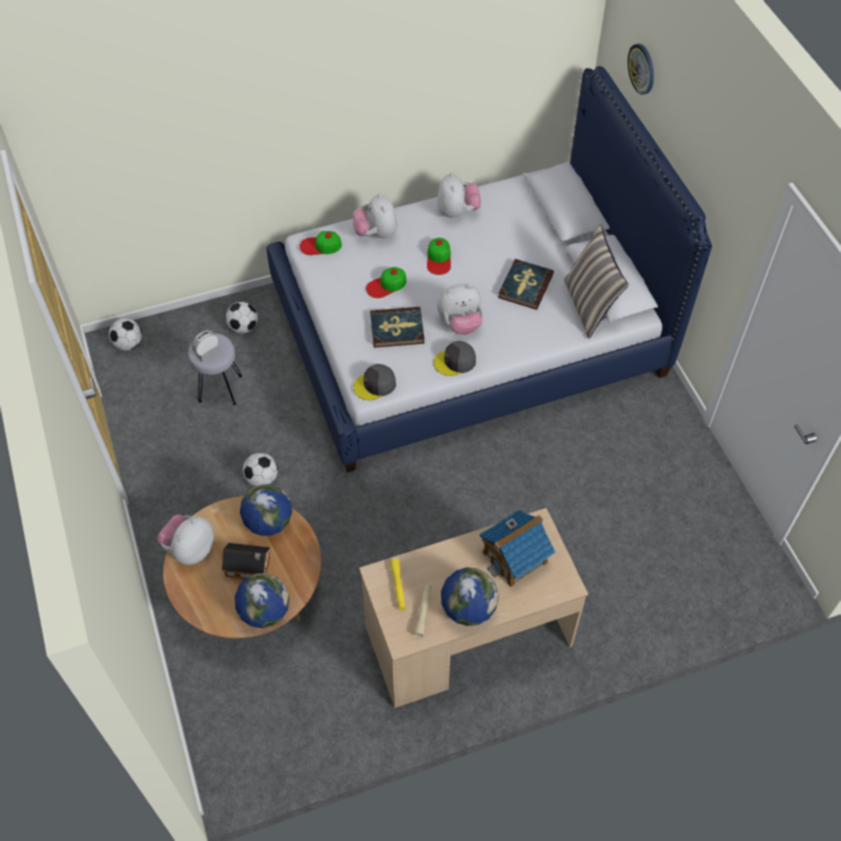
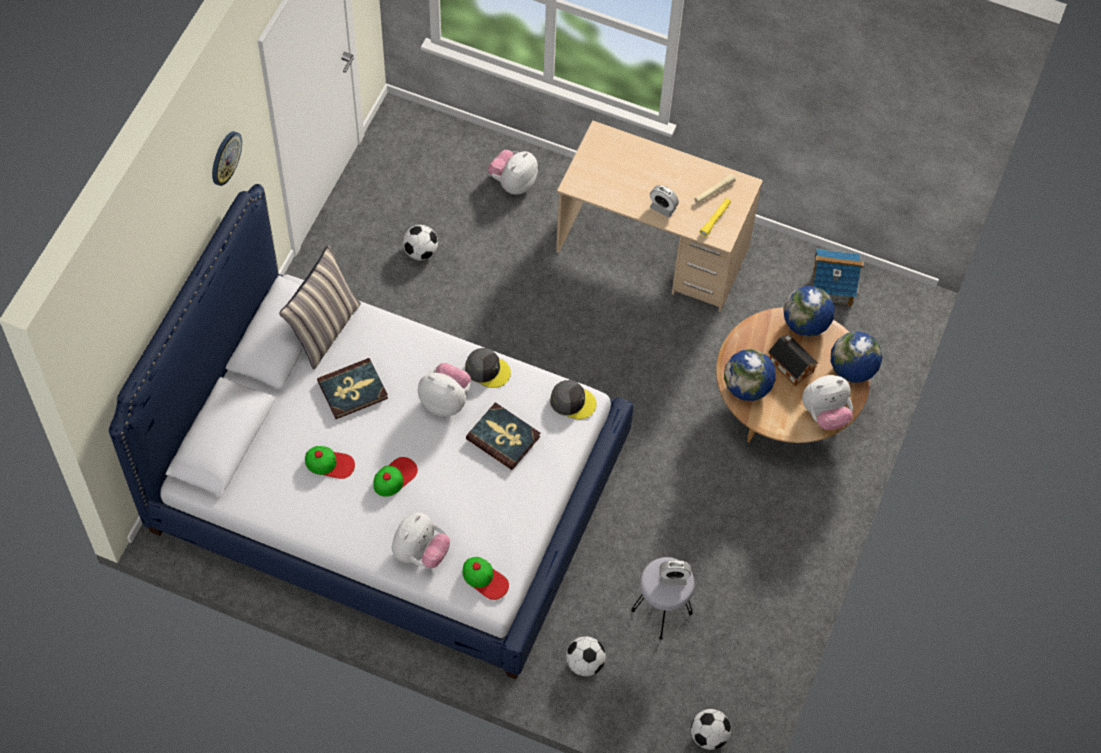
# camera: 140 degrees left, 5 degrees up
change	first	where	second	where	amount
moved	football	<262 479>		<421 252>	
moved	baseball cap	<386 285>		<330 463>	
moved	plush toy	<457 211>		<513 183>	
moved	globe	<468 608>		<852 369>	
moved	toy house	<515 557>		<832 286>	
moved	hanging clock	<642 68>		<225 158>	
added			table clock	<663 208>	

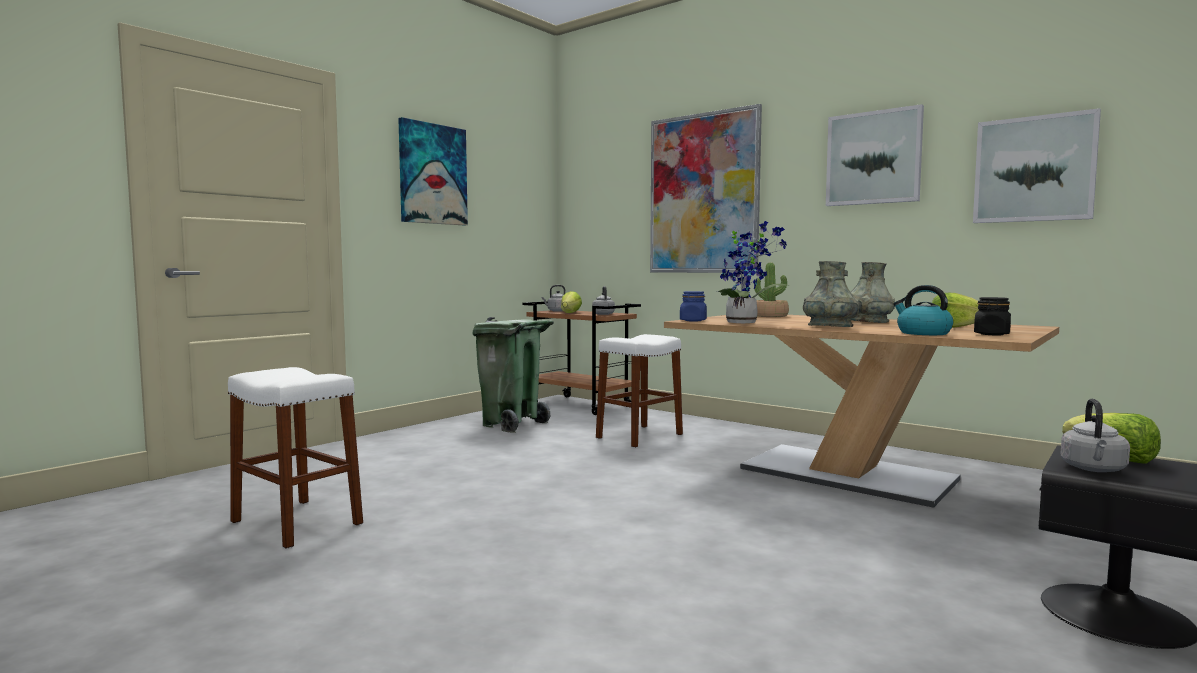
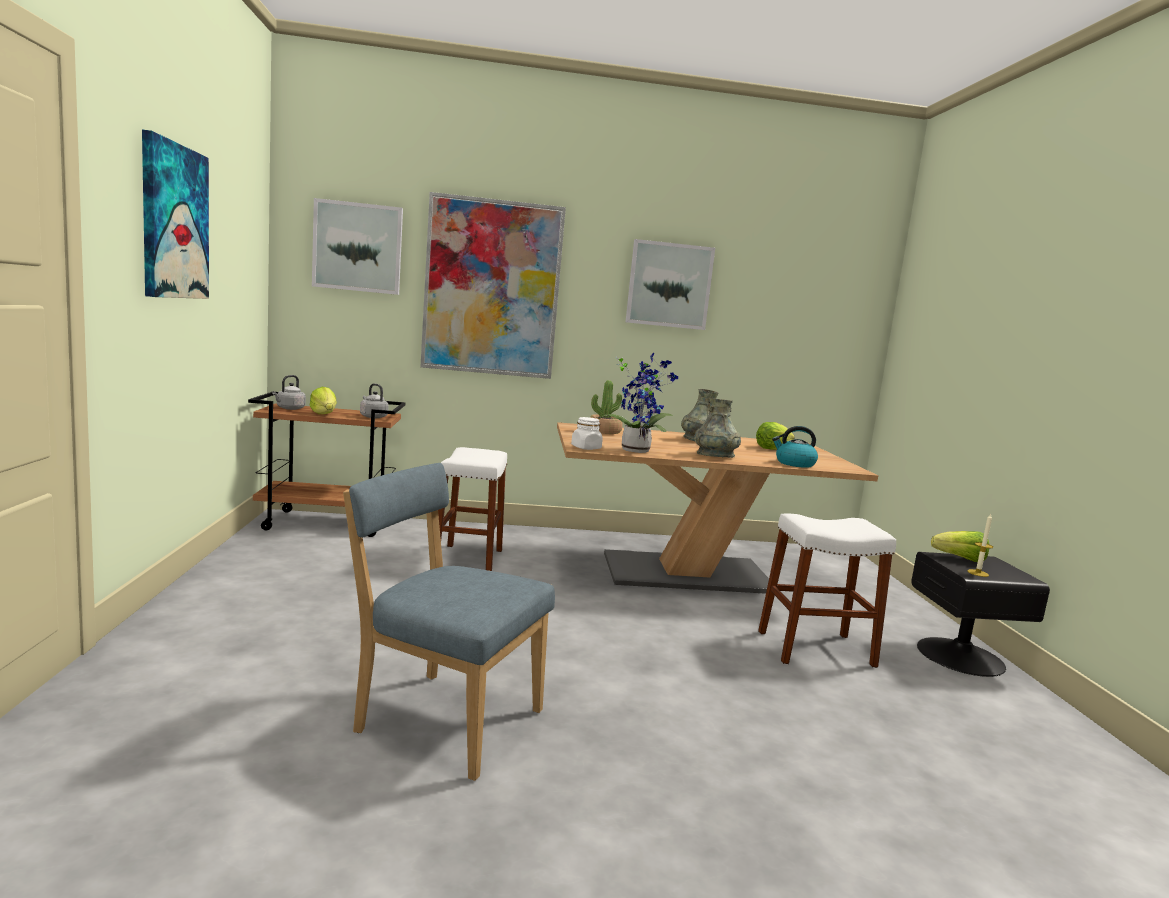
# camera: 45 degrees left, 5 degrees up
change	first	where	second	where	amount
moved	stool seat/white-coloured	<296 522>		<815 649>	
removed	trash can/green	<511 424>			
recoloured	preserve jar/blue	<693 320>	preserve jar/white-coloured	<586 448>	
moved	wall art	<1034 169>		<358 247>	
removed	preserve jar/black	<991 334>			
replaced	water kettle/grey	<1093 469>	wax candle	<978 573>	
added			upright chair/blue	<443 719>	

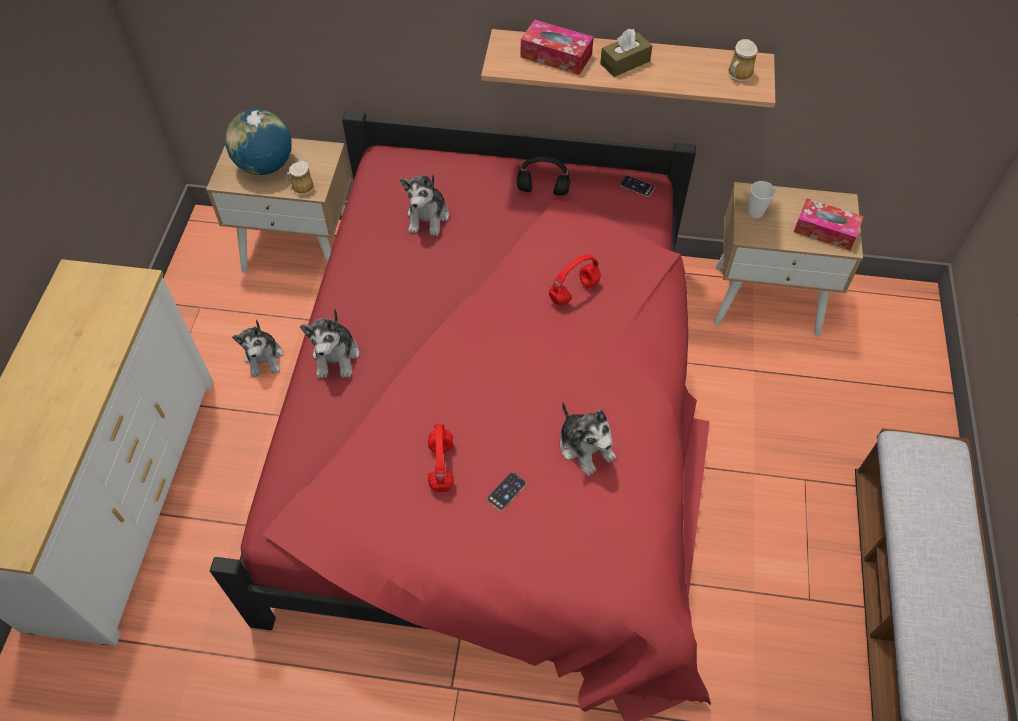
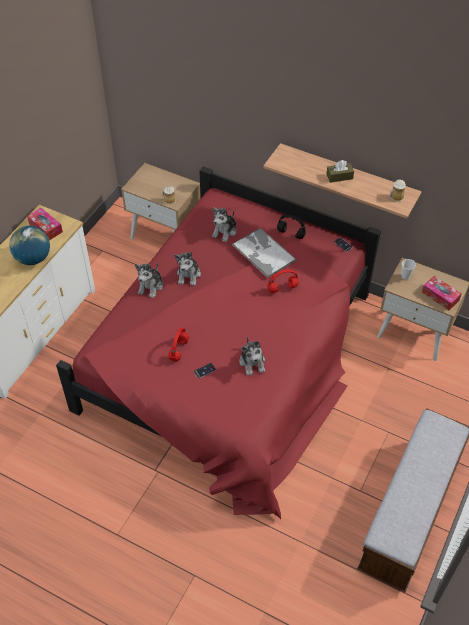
# camera: 20 degrees right, 5 degrees down
change	first	where	second	where	amount
moved	globe	<265 165>		<33 258>	
moved	plush toy	<264 358>		<188 275>	
moved	box of tissues	<556 56>		<45 227>	
added			carrying tray	<263 253>	

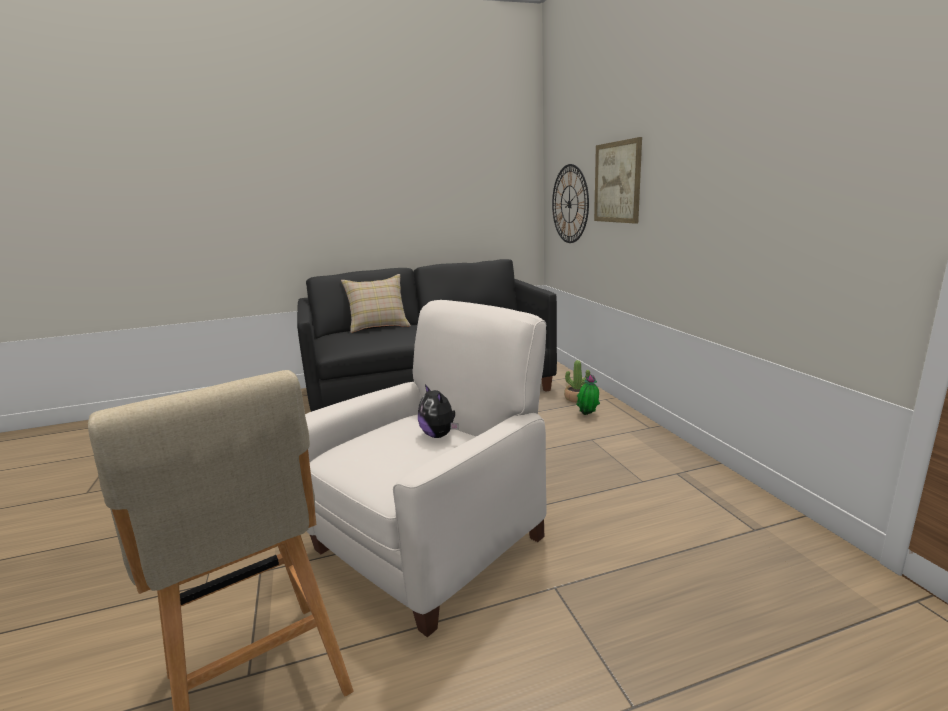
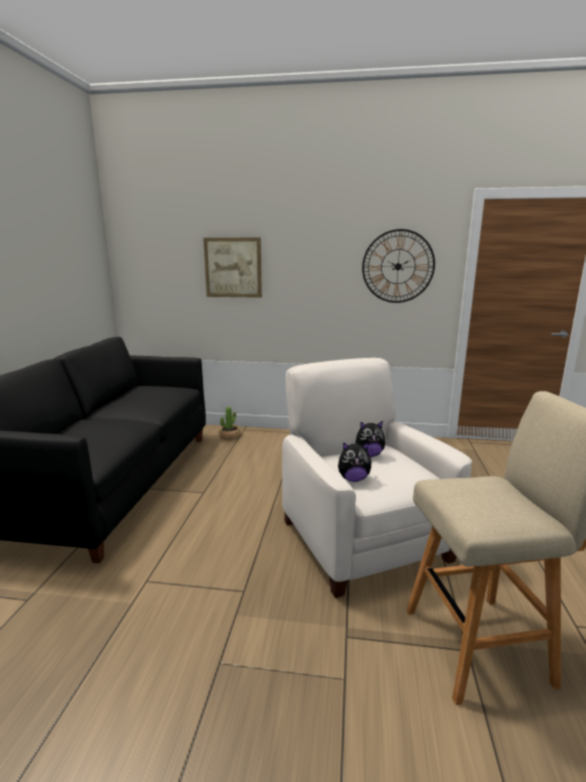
# camera: 65 degrees left, 0 degrees up
change	first	where	second	where	amount
removed	throw pillow/sand-coloured	<378 326>			
moved	hanging clock	<569 204>		<398 266>	
removed	houseplant	<587 415>			
added			plush toy	<353 479>	

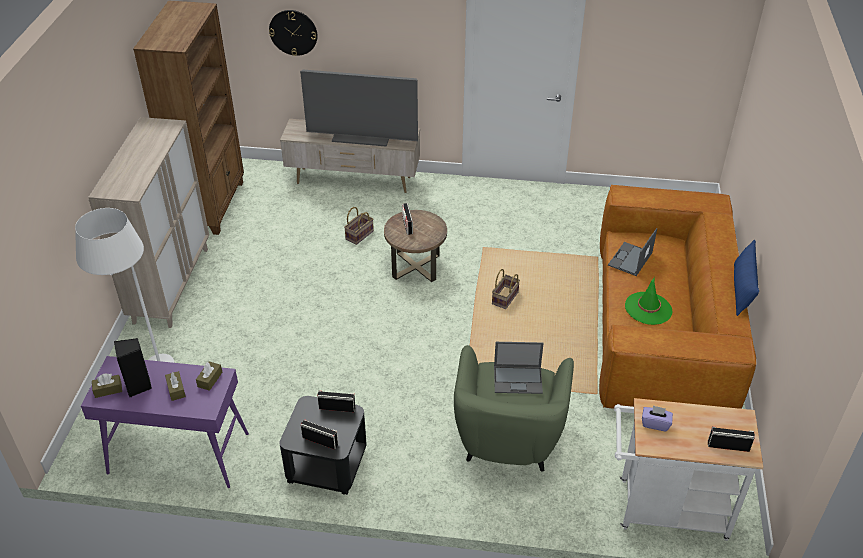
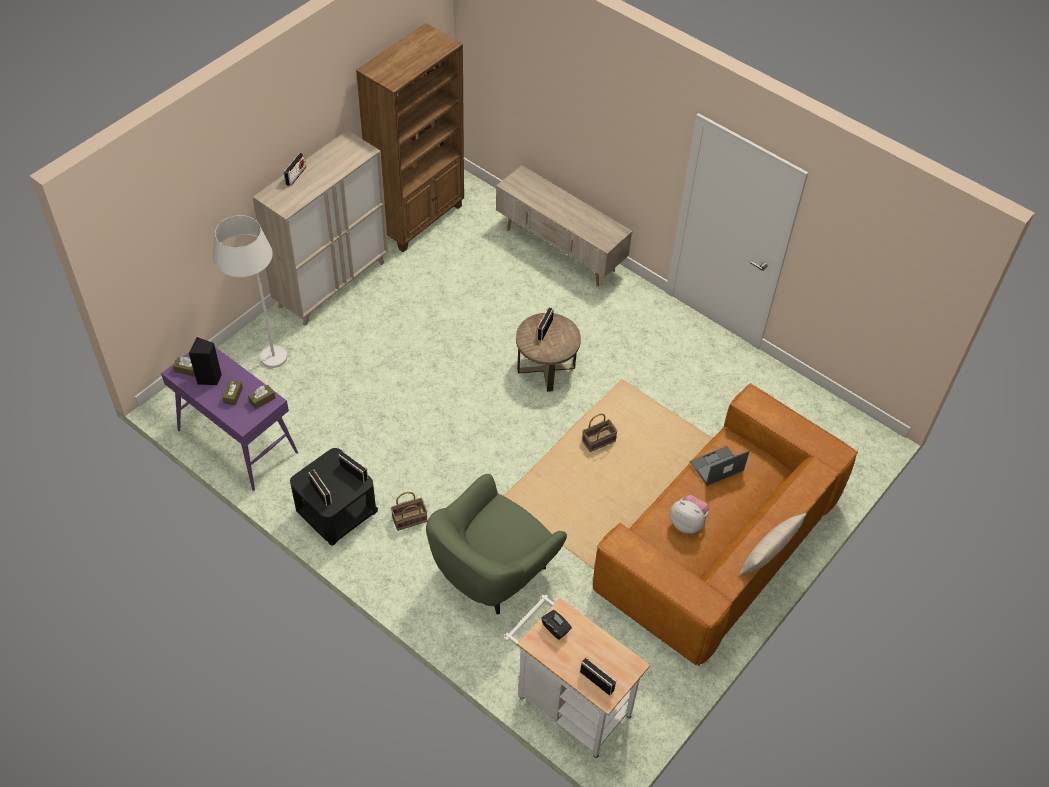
# camera: 30 degrees right, 10 degrees up
change	first	where	second	where	amount
removed	hanging clock	<293 32>			
removed	television	<362 136>			
moved	basket	<359 234>		<410 518>	
removed	notebook computer	<518 379>			
replaced	clothing hat/green	<648 308>	plush toy	<687 523>	
recoloured	box of tissues/purple	<655 423>	box of tissues/black	<556 628>	
recoloured	throw pillow/blue	<741 290>	throw pillow/sand-coloured	<769 553>	
added			radio set	<296 176>	

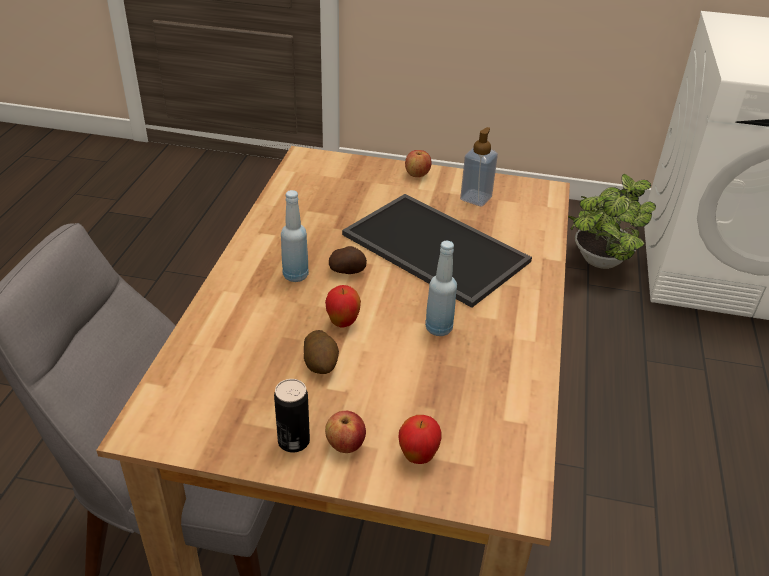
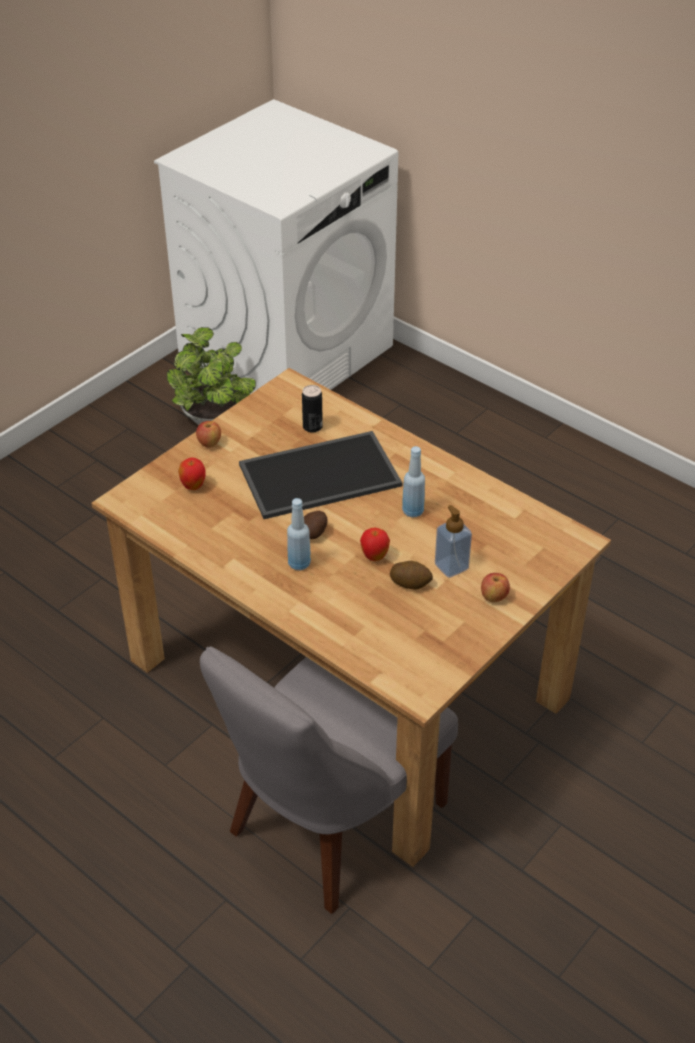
# camera: 60 degrees left, 5 degrees up
change	first	where	second	where	amount
moved	sealed can	<293 441>		<312 427>	
moved	apple fruit	<418 457>		<193 486>	
moved	liquid soap bottle	<476 198>		<451 566>	

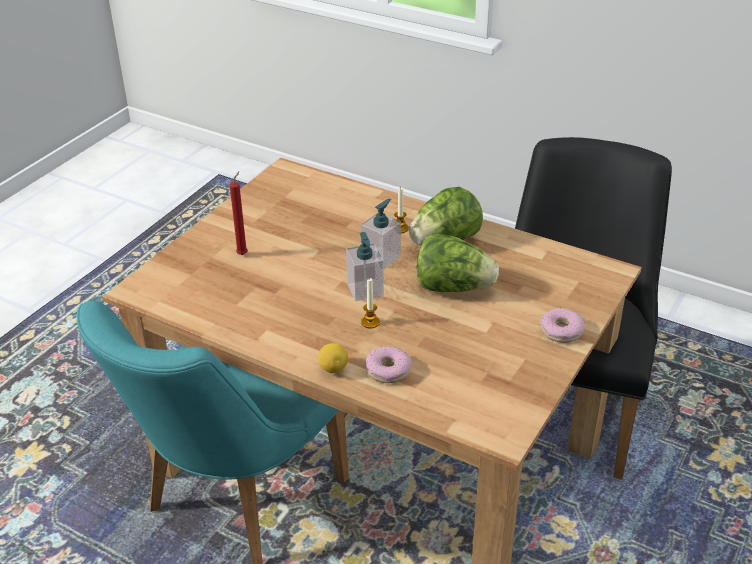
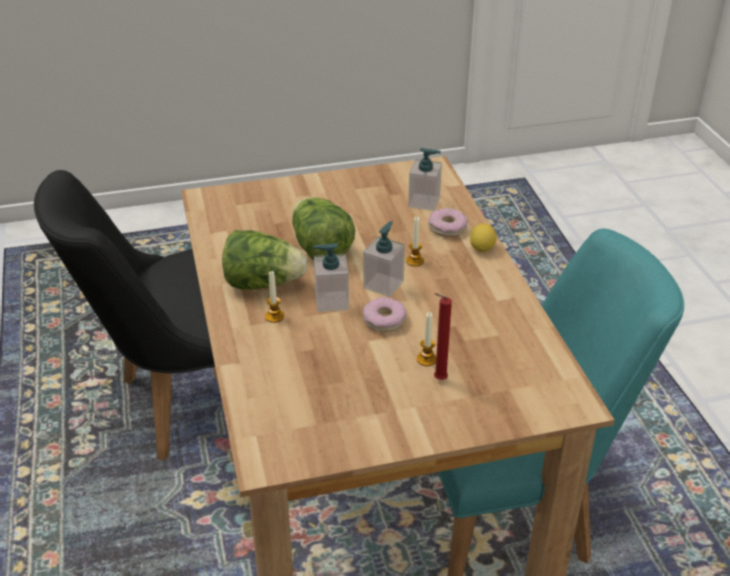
# camera: 135 degrees left, 0 degrees up
change	first	where	second	where	amount
moved	ring doughnut	<561 331>		<384 320>	
added			liquid soap bottle	<424 202>	
added			wax candle	<426 359>	

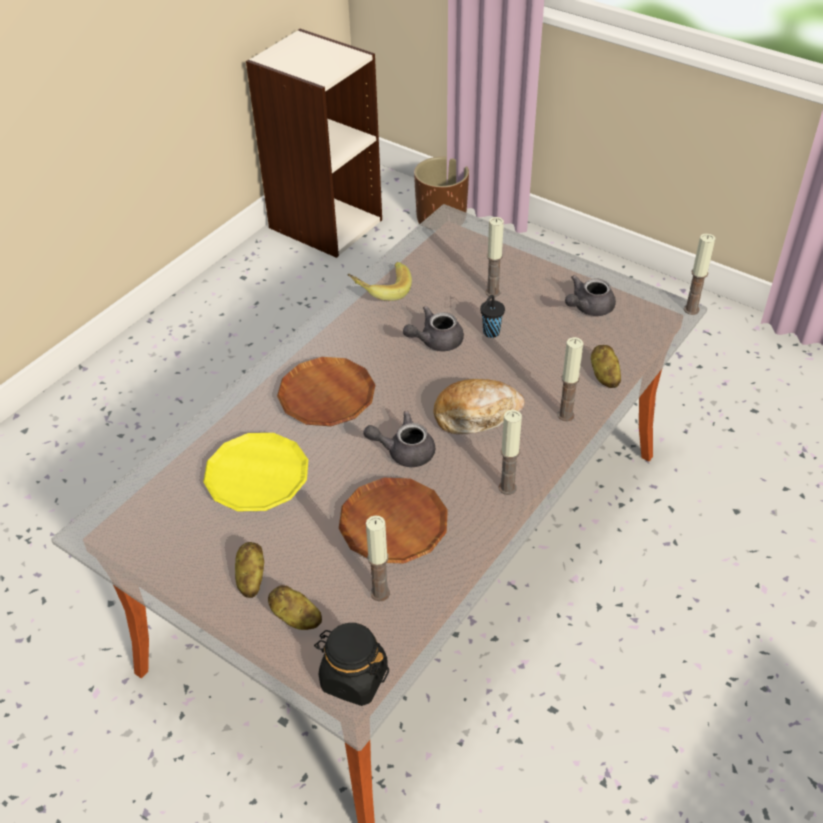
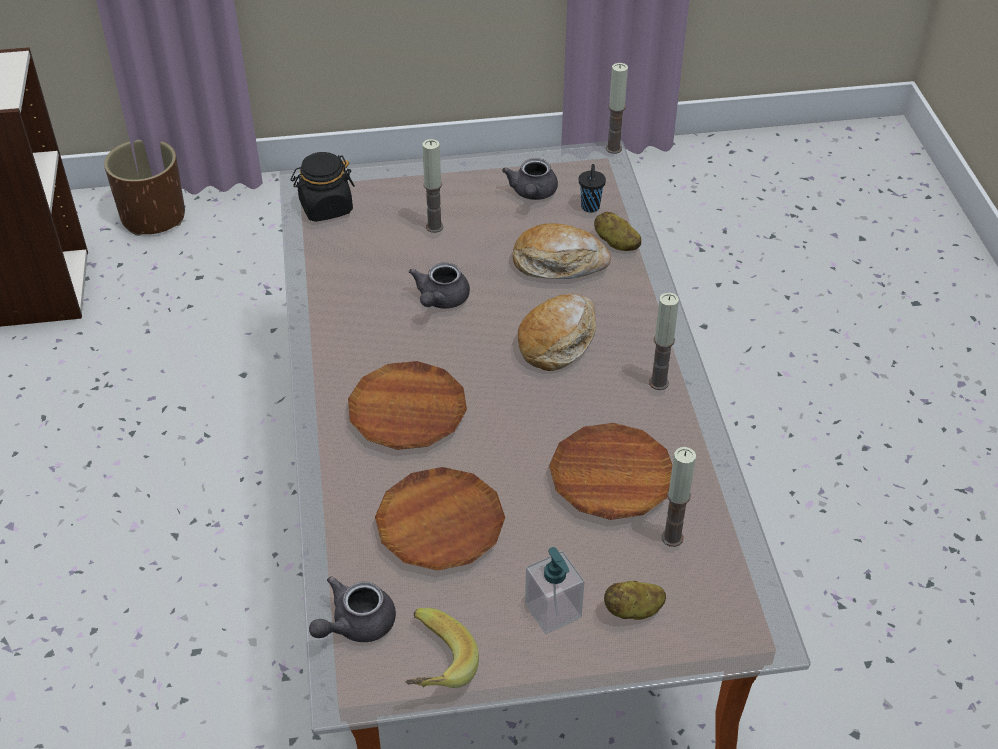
# camera: 45 degrees left, 0 degrees up
change	first	where	second	where	amount
recoloured	plate/yellow-coloured	<257 477>	plate/brown-coloured	<440 524>	
replaced	potato	<250 578>	liquid soap bottle	<553 611>	
moved	preserve jar/black	<353 678>		<325 207>	
moved	banana	<380 291>		<430 666>	
moved	teapot/grey	<404 451>		<355 624>	
moved	drinking cup/black	<490 333>		<590 208>	
removed	wax candle	<565 415>			
added			baked bread	<559 263>	

